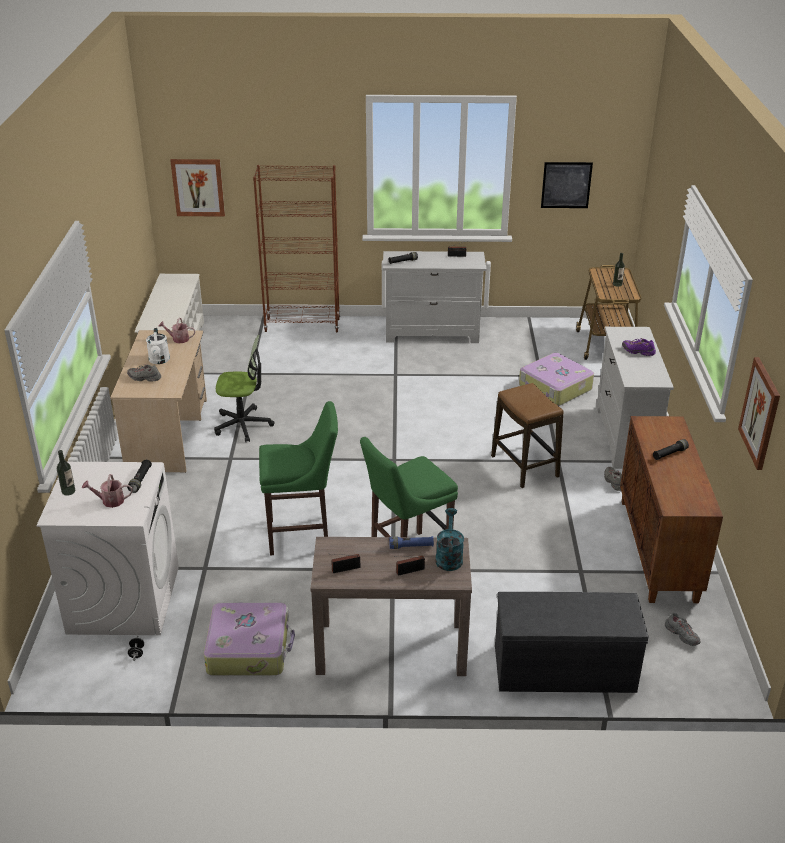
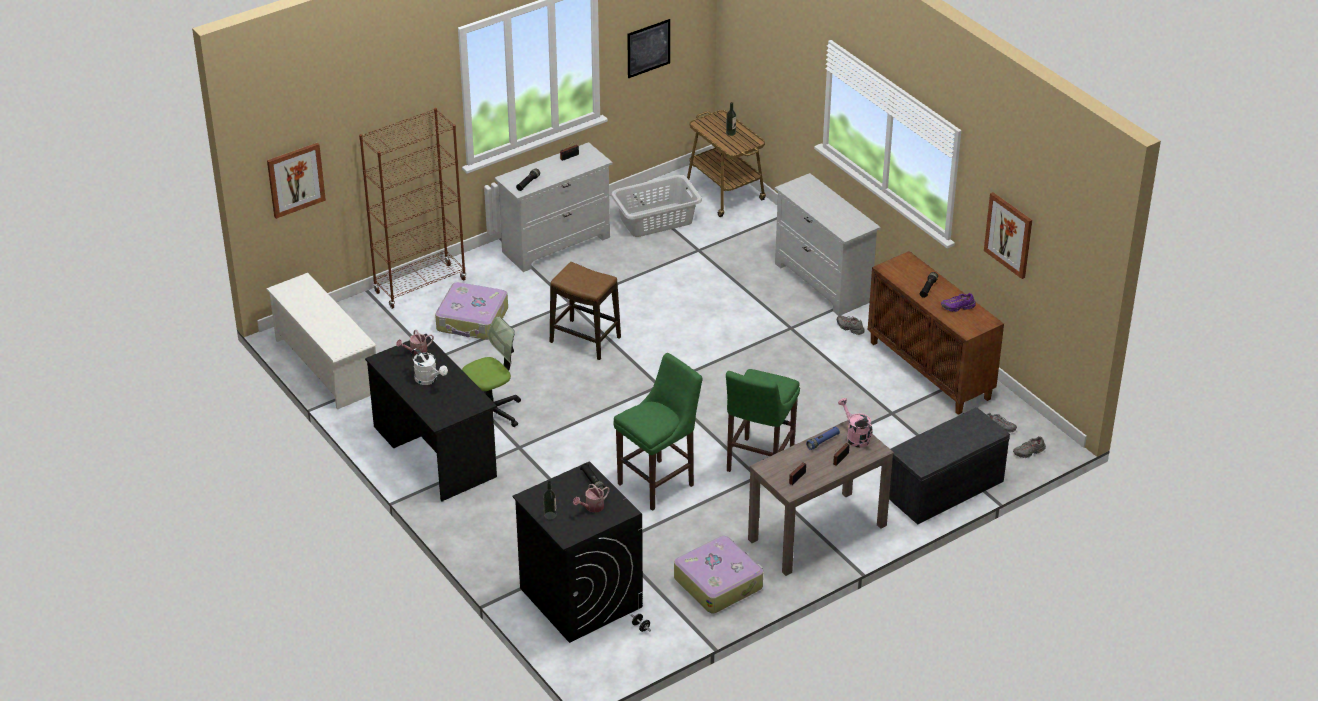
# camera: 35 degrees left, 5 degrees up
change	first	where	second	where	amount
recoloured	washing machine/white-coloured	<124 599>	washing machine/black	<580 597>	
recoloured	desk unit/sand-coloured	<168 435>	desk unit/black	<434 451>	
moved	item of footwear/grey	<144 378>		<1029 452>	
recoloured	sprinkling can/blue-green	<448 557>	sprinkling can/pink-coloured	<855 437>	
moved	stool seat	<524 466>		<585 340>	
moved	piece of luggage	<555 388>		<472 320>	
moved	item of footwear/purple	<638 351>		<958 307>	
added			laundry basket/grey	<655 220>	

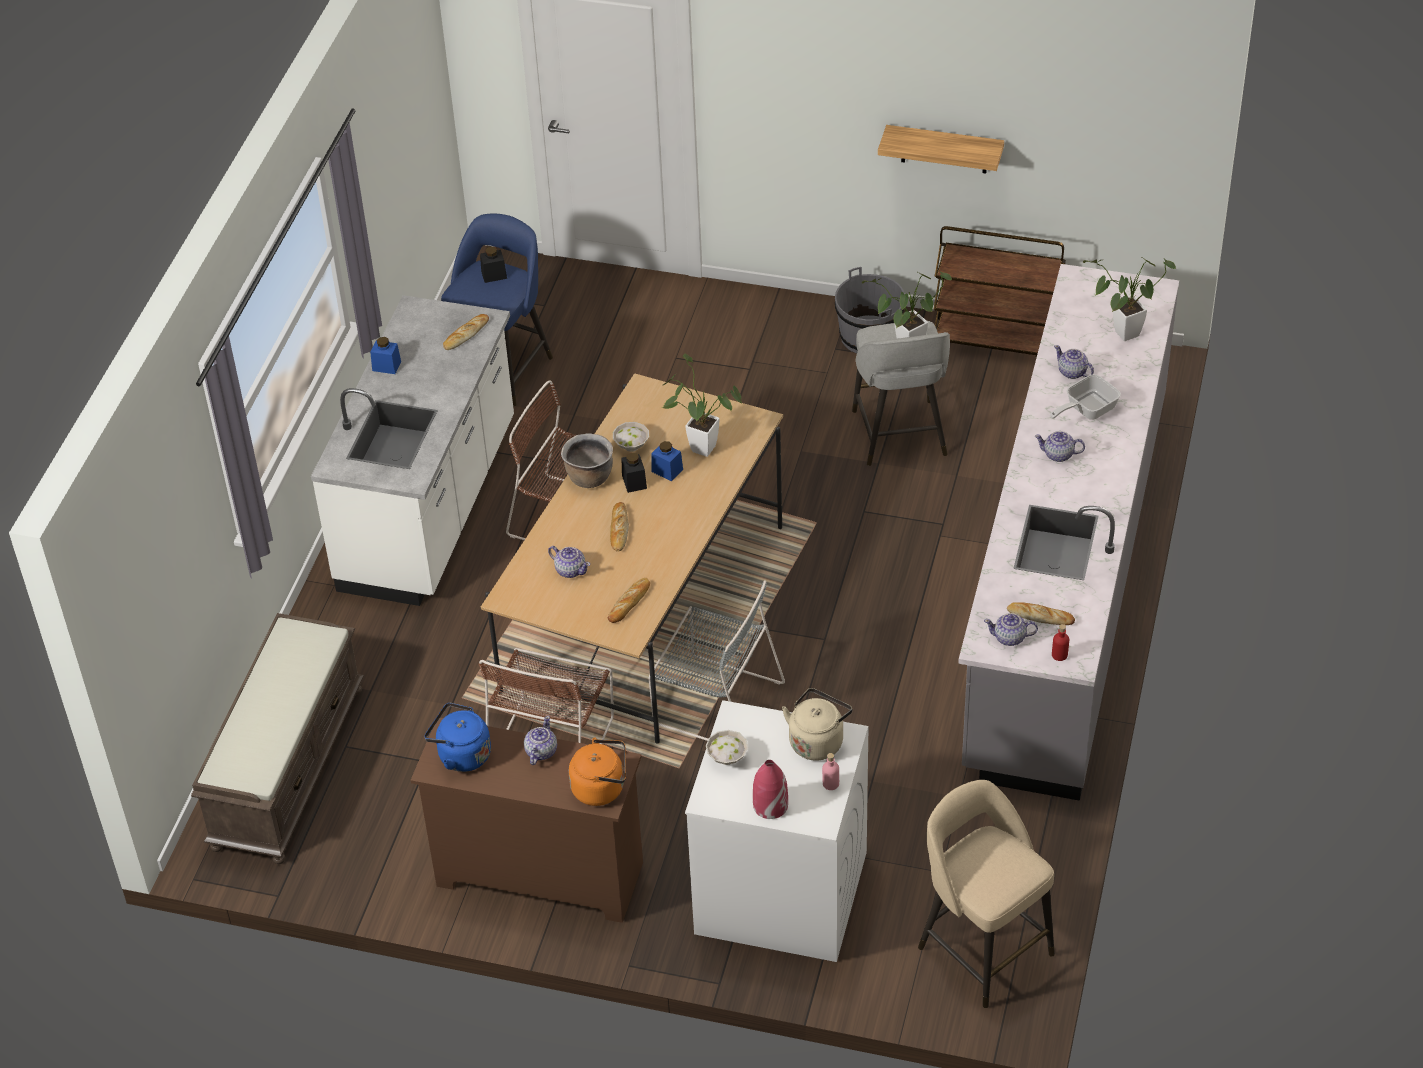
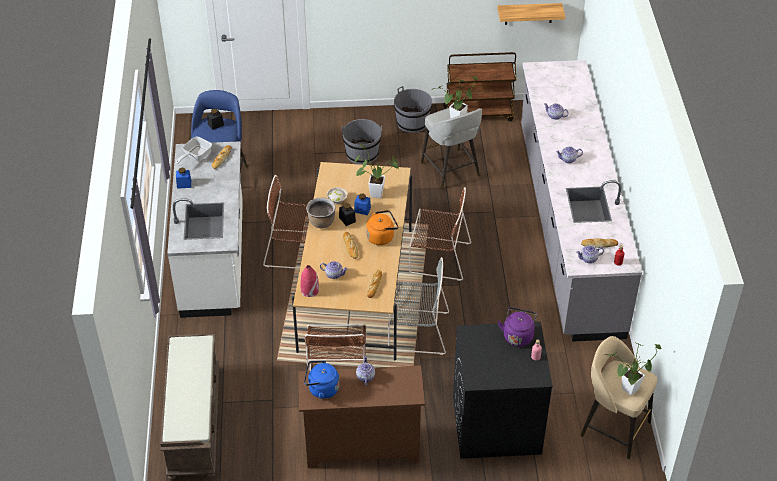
# camera: 20 degrees left, 0 degrees up
change	first	where	second	where	amount
moved	water kettle/orange-coloured	<601 788>		<381 237>	
recoloured	washing machine/white-coloured	<779 893>	washing machine/black	<495 425>	
removed	deep dish/white-coloured	<728 759>			
moved	flower vase/reddish	<770 805>		<309 290>	
recoloured	water kettle/sand-coloured	<817 741>	water kettle/purple	<518 335>	
moved	bracket shelf	<944 149>		<529 13>	
moved	frying pan	<1086 410>		<195 156>	
moved	houseplant	<1121 335>		<627 391>	
added			water bucket/grey	<362 153>	
added			upright chair/brown-coloured	<437 257>	

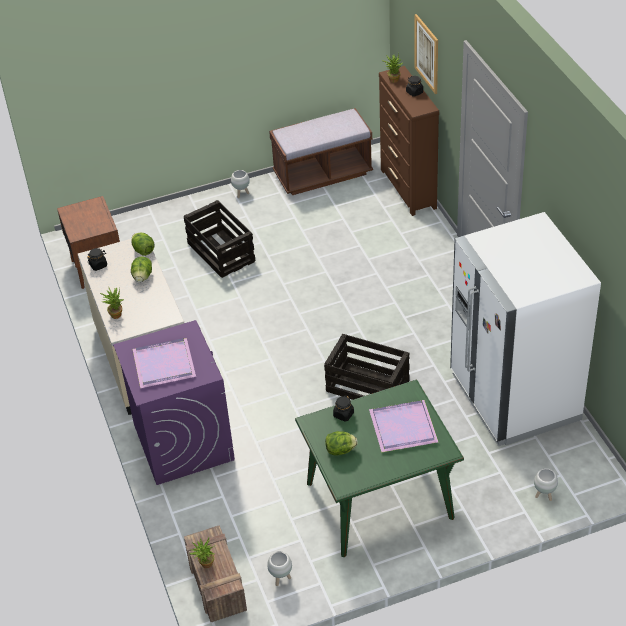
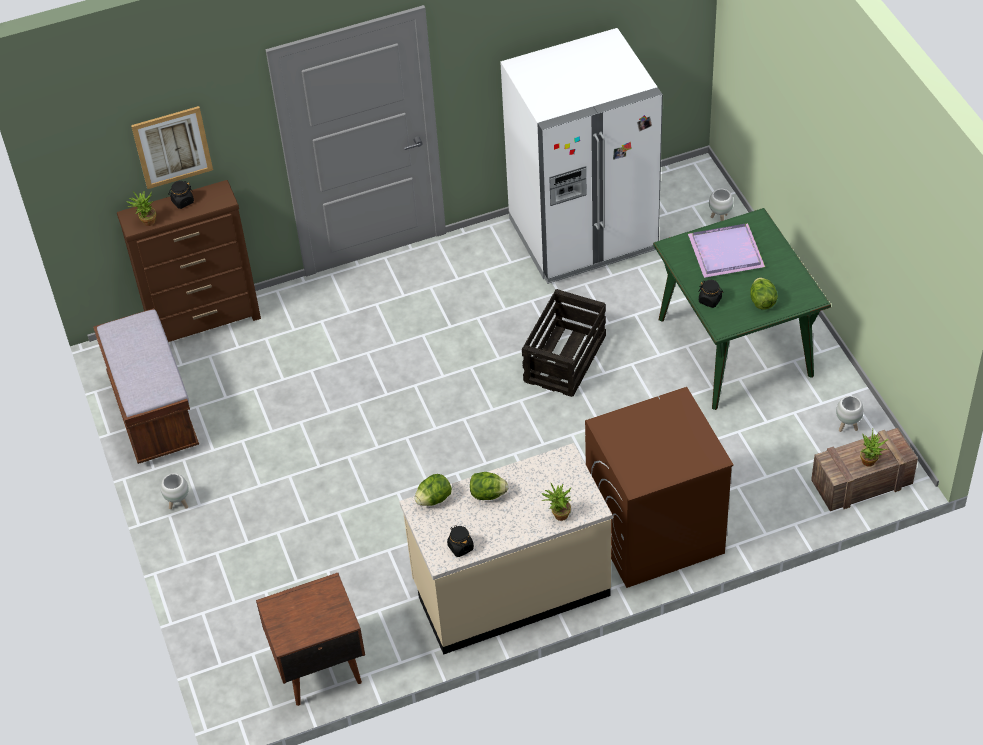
# camera: 90 degrees left, 5 degrees up
change	first	where	second	where	amount
recoloured	washing machine/purple	<183 441>	washing machine/brown-coloured	<654 532>	
removed	carrying tray/purple	<165 363>			
removed	packing crate	<221 253>			

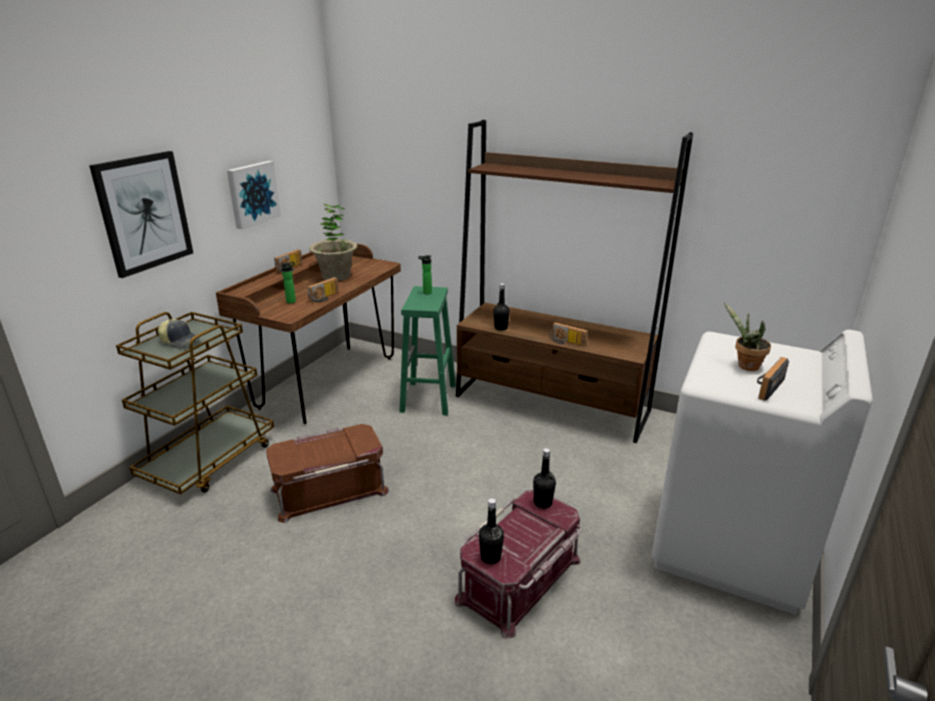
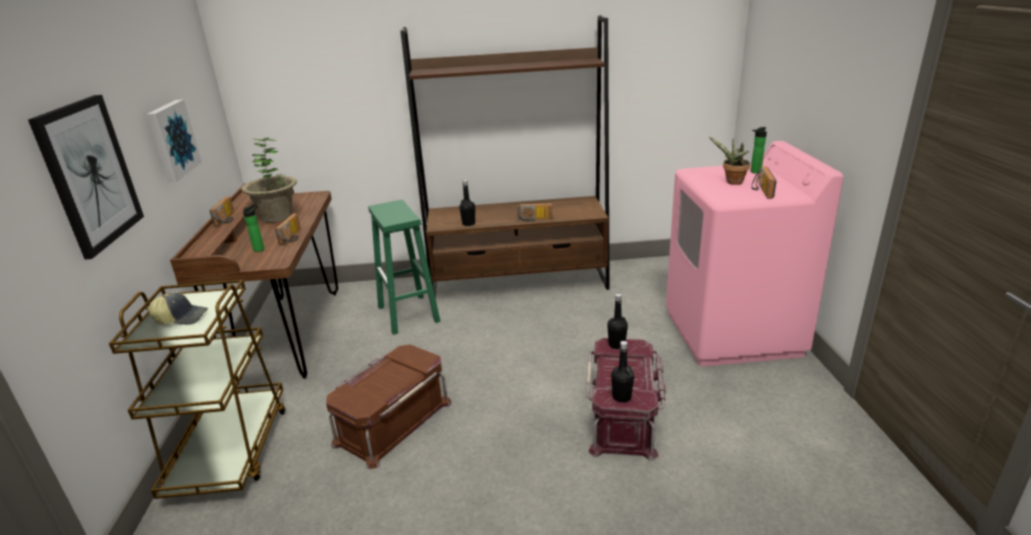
# camera: 30 degrees left, 0 degrees up
change	first	where	second	where	amount
moved	bottle	<426 293>		<754 172>	
recoloured	washing machine/white-coloured	<730 547>	washing machine/pink-coloured	<732 333>	

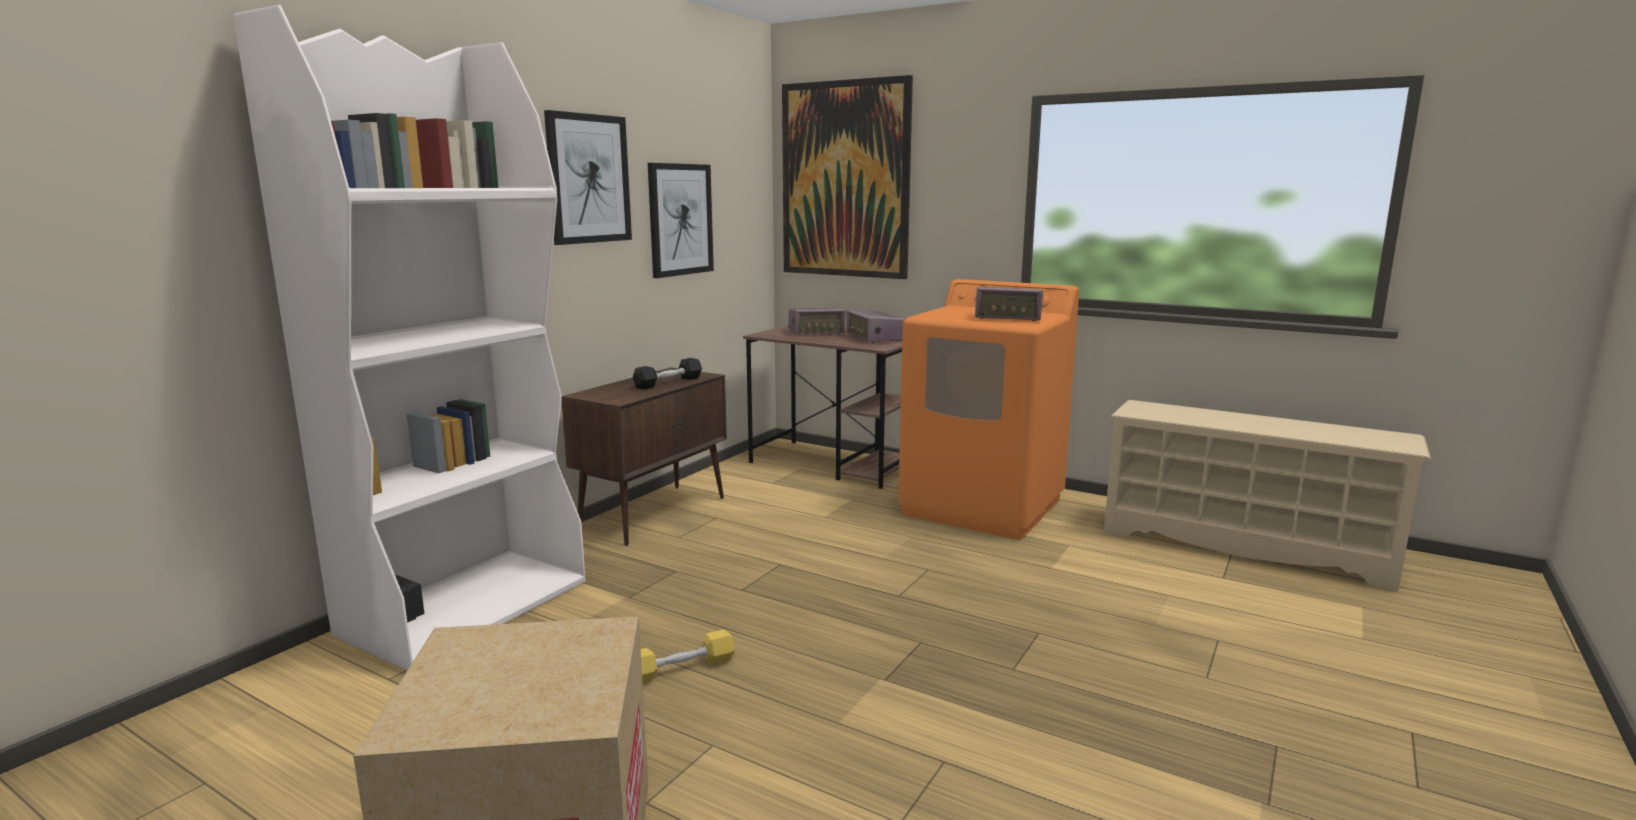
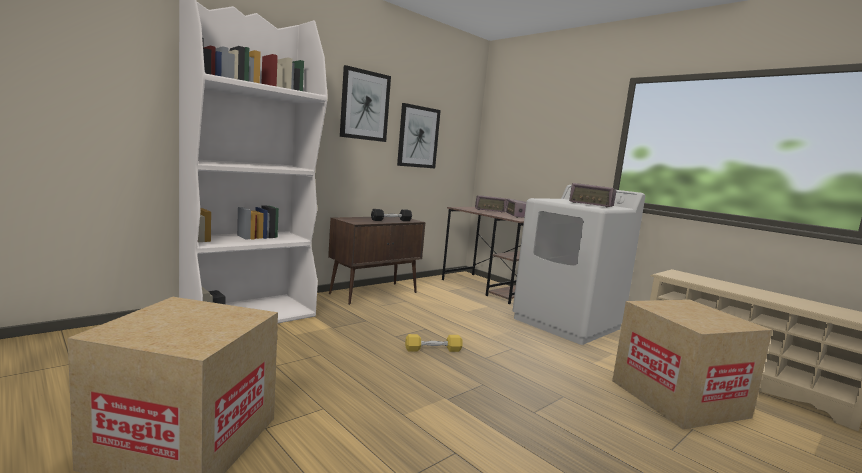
# camera: 15 degrees right, 5 degrees down
change	first	where	second	where	amount
moved	hand weight/yellow-coloured	<680 669>		<433 349>	
removed	wall art	<845 180>			
recoloured	washing machine/orange-coloured	<983 506>	washing machine/white-coloured	<567 323>	
added			packing box	<678 398>	

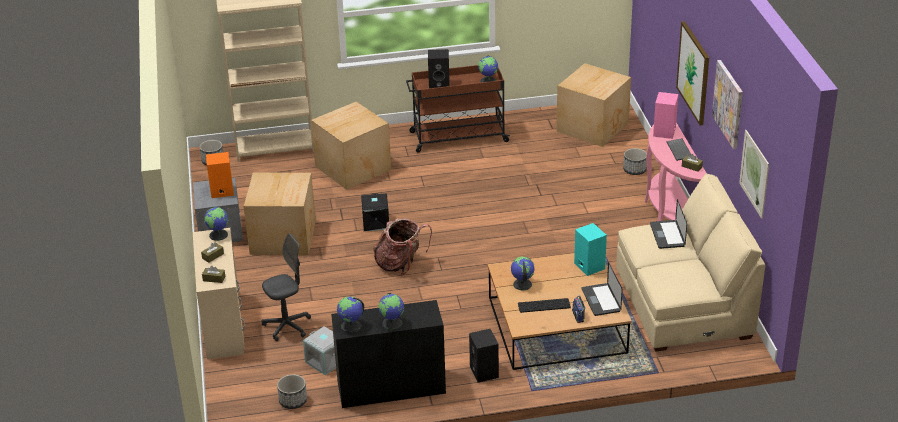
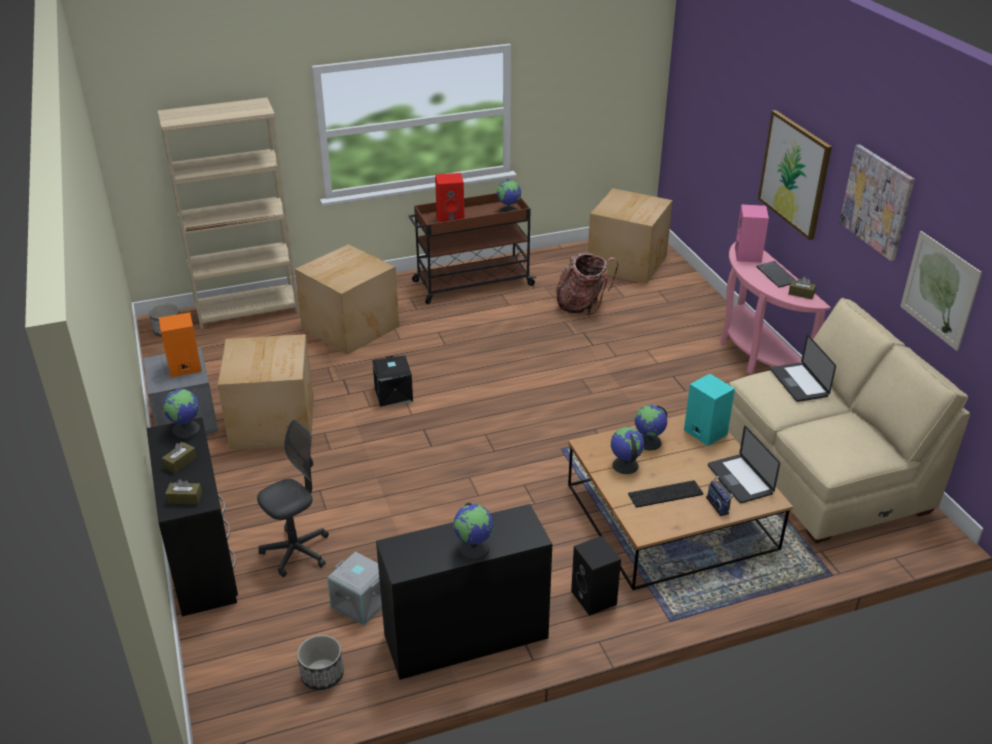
# camera: 10 degrees left, 0 degrees up
change	first	where	second	where	amount
recoloured	desk unit/sand-coloured	<223 325>	desk unit/black	<201 558>	
moved	globe	<351 326>		<649 442>	
moved	rucksack	<400 264>		<582 305>	
recoloured	audio speaker/black	<439 85>	audio speaker/reddish	<451 219>	
removed	planter	<634 170>			

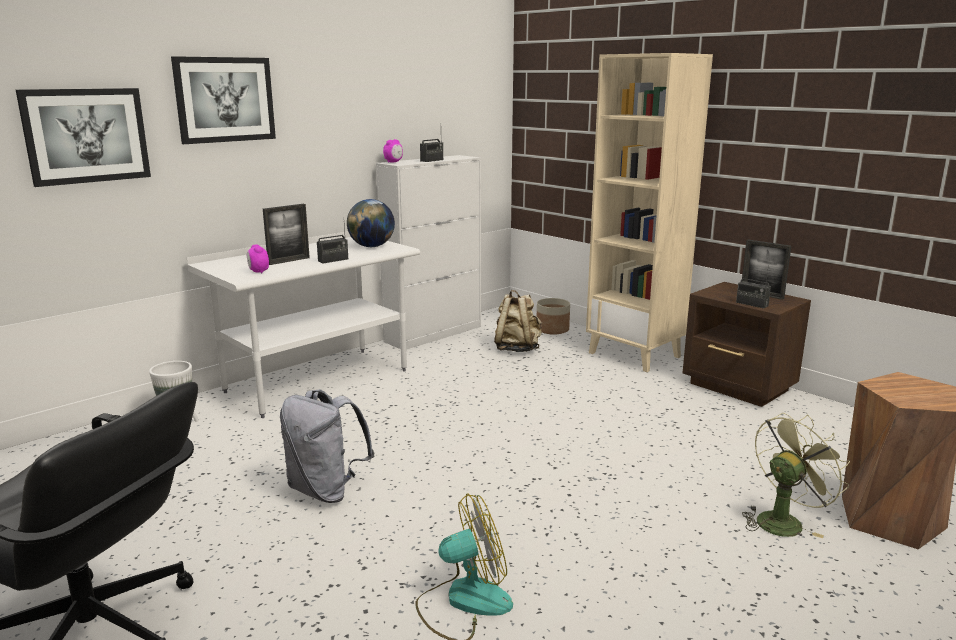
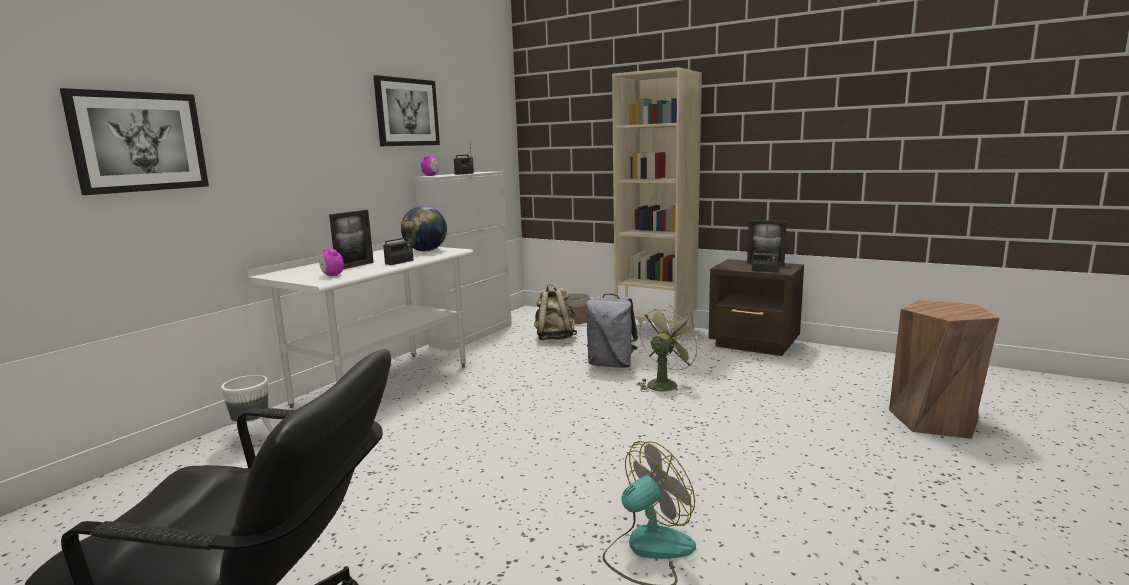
# camera: 15 degrees left, 5 degrees down
change	first	where	second	where	amount
moved	wall art	<225 99>		<407 112>	
moved	rucksack/grey	<326 490>		<611 364>	
moved	electric fan/green	<783 520>		<664 384>	

